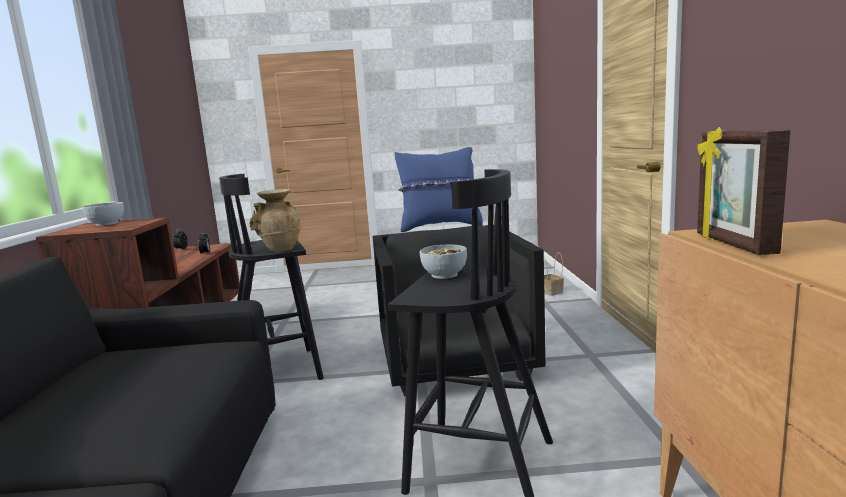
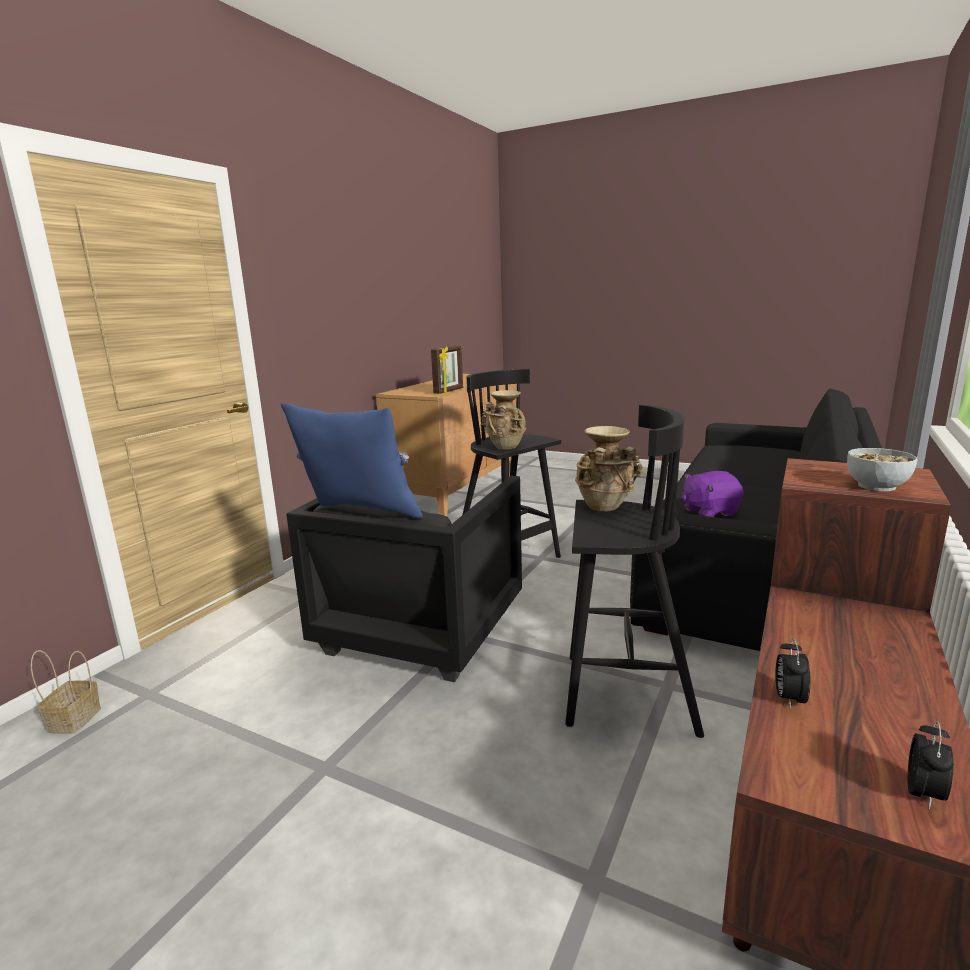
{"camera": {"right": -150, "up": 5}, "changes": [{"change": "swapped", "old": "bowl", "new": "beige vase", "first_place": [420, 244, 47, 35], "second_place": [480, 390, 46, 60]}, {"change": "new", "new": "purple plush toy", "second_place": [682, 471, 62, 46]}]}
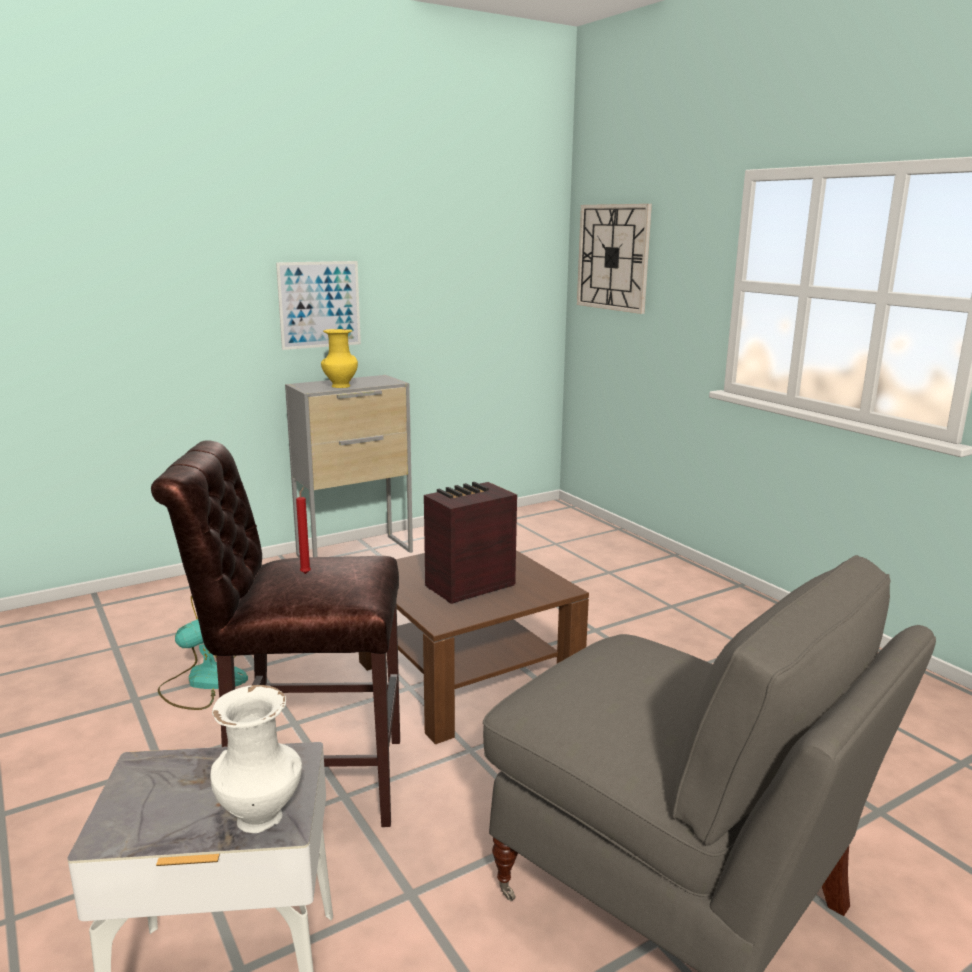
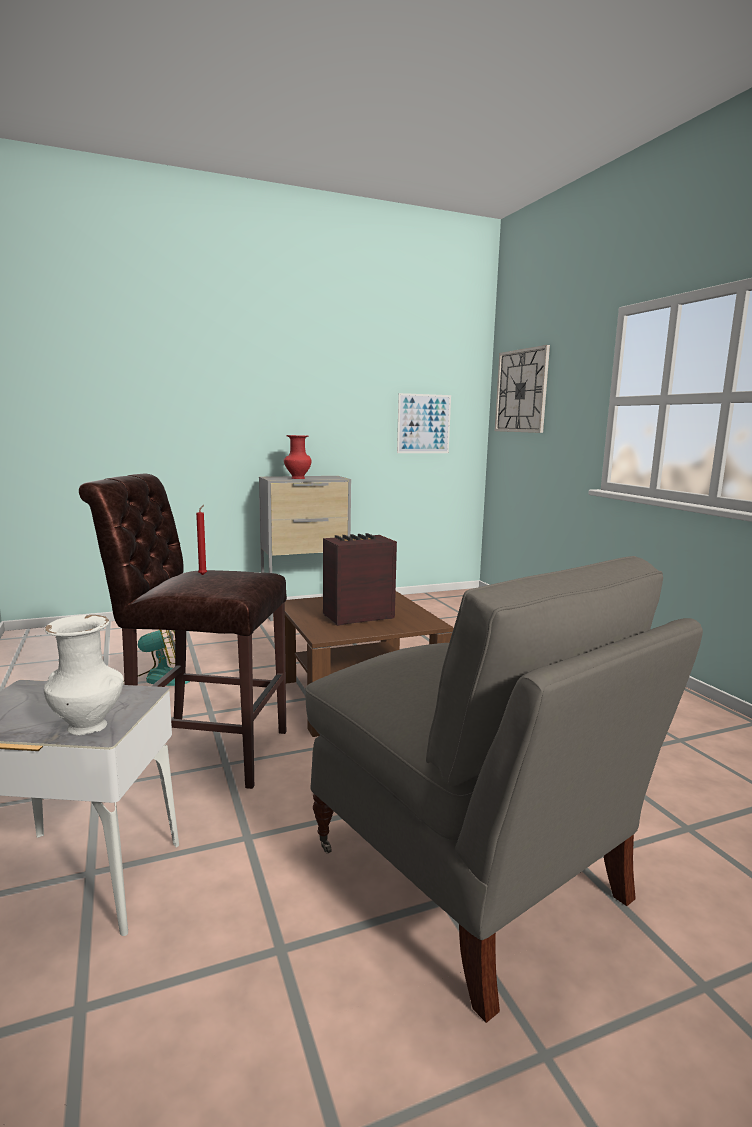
{"camera": {"right": 10, "up": -5}, "changes": [{"change": "shifted", "old": "picture", "first_place": [276, 261, 85, 89], "second_place": [397, 393, 54, 60]}, {"change": "repainted", "old": "yellow vase", "new": "red vase", "first_place": [321, 329, 37, 59], "second_place": [284, 435, 27, 44]}]}
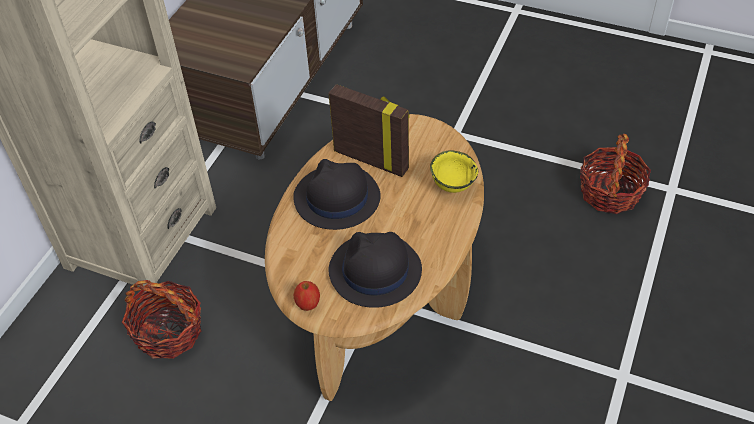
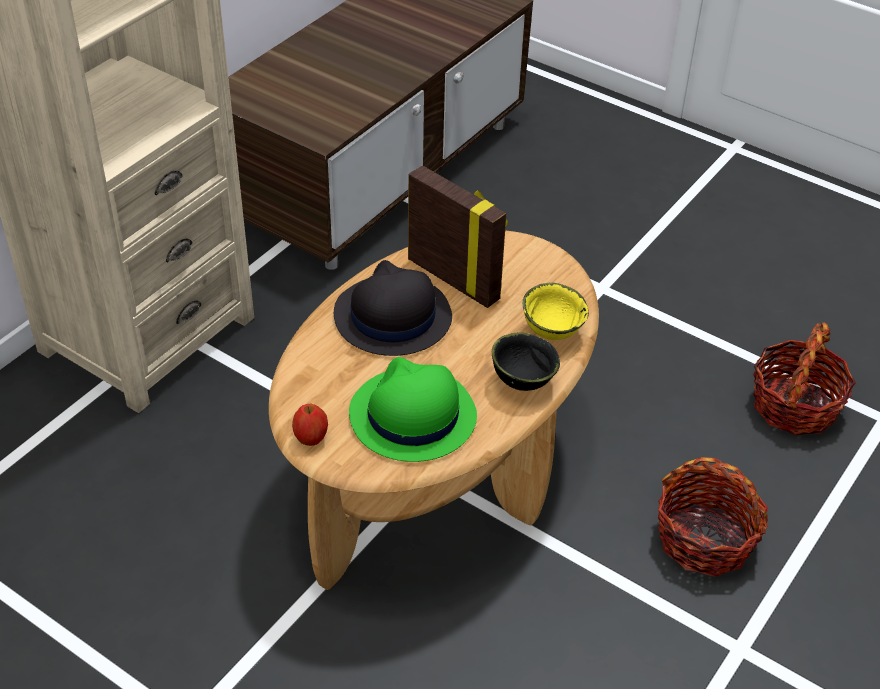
{"camera": {"right": 10, "up": -5}, "changes": [{"change": "repainted", "old": "black hat", "new": "green hat", "first_place": [329, 232, 93, 76], "second_place": [349, 357, 128, 105]}, {"change": "shifted", "old": "basket", "first_place": [122, 280, 79, 79], "second_place": [658, 457, 110, 120]}, {"change": "new", "new": "black bowl", "second_place": [492, 332, 68, 59]}]}
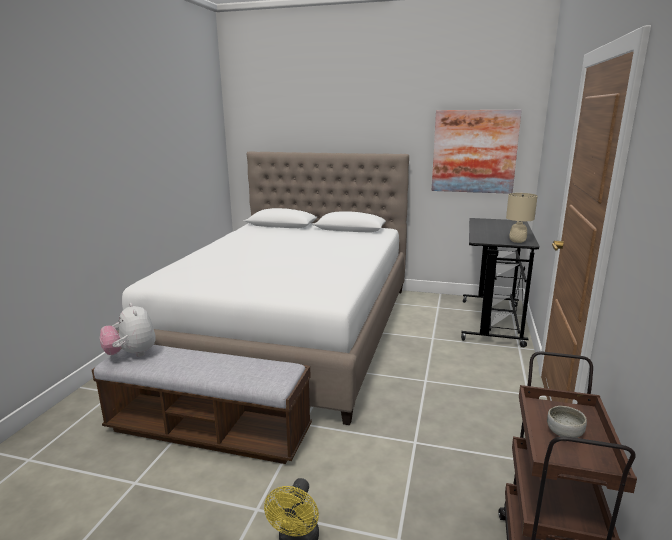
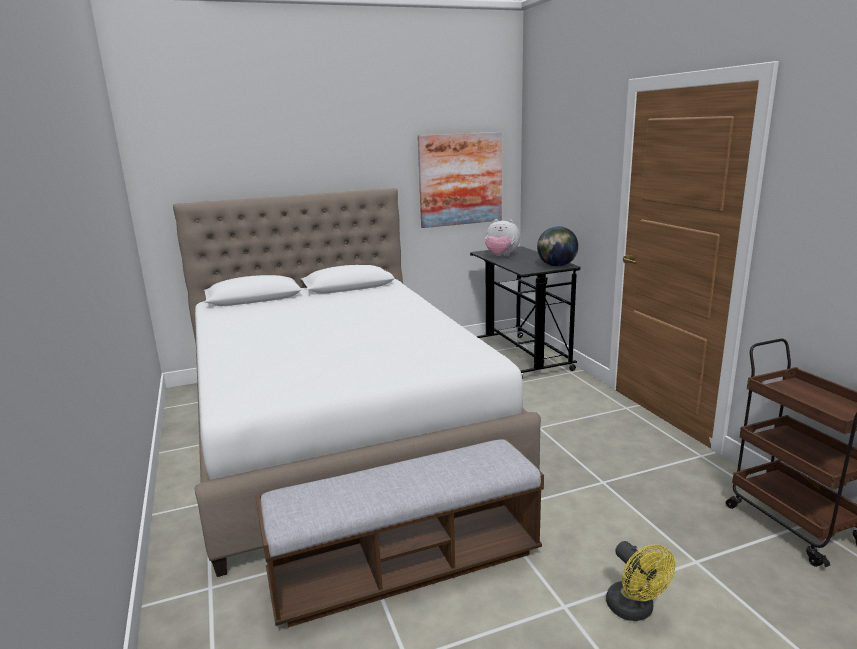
{"camera": {"right": -35, "up": 0}, "changes": [{"change": "swapped", "old": "beige table lamp", "new": "globe", "first_place": [506, 193, 32, 50], "second_place": [537, 226, 41, 41]}, {"change": "shifted", "old": "plush toy", "first_place": [100, 303, 56, 54], "second_place": [485, 219, 35, 37]}, {"change": "gone", "old": "bowl", "first_place": [547, 406, 40, 32]}]}
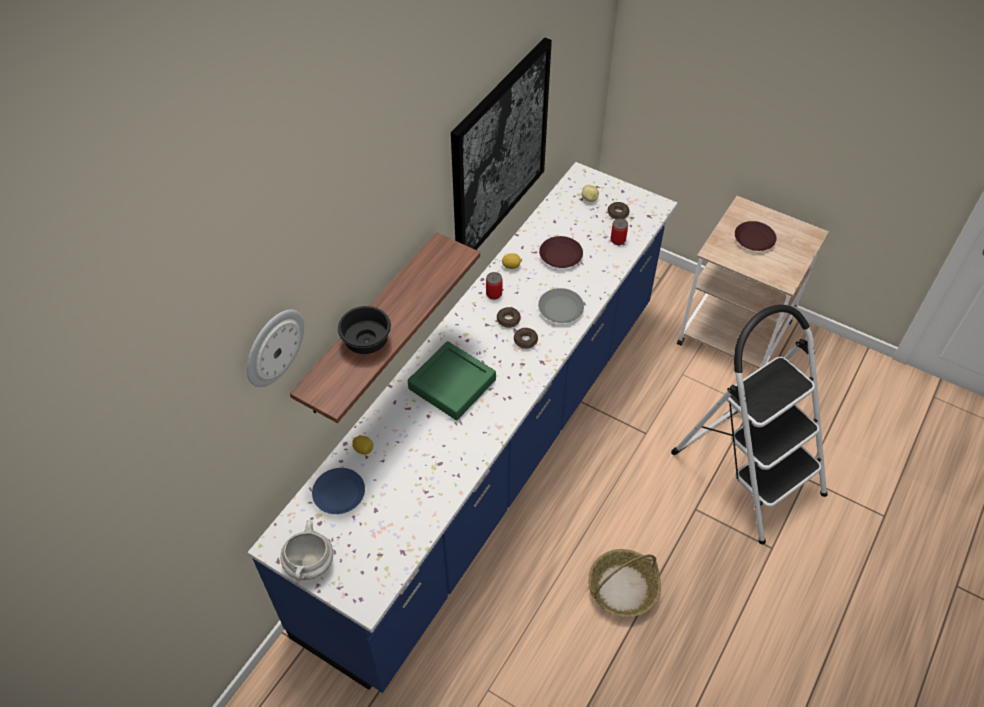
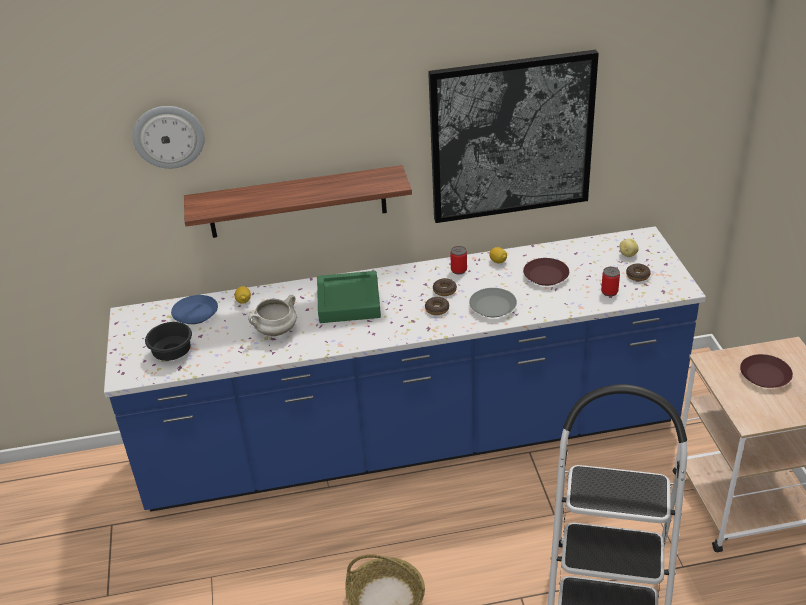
{"camera": {"right": 50, "up": -15}, "changes": [{"change": "shifted", "old": "black bowl", "first_place": [338, 306, 53, 48], "second_place": [145, 322, 47, 39]}, {"change": "shifted", "old": "white cooking pot", "first_place": [281, 520, 52, 60], "second_place": [248, 295, 49, 41]}]}
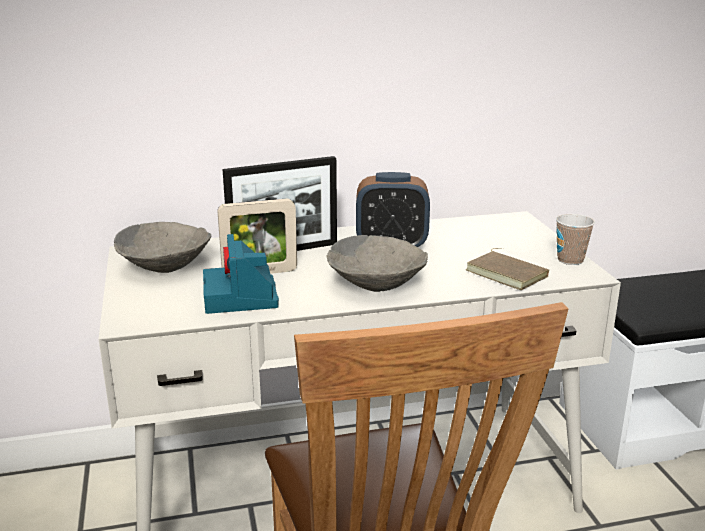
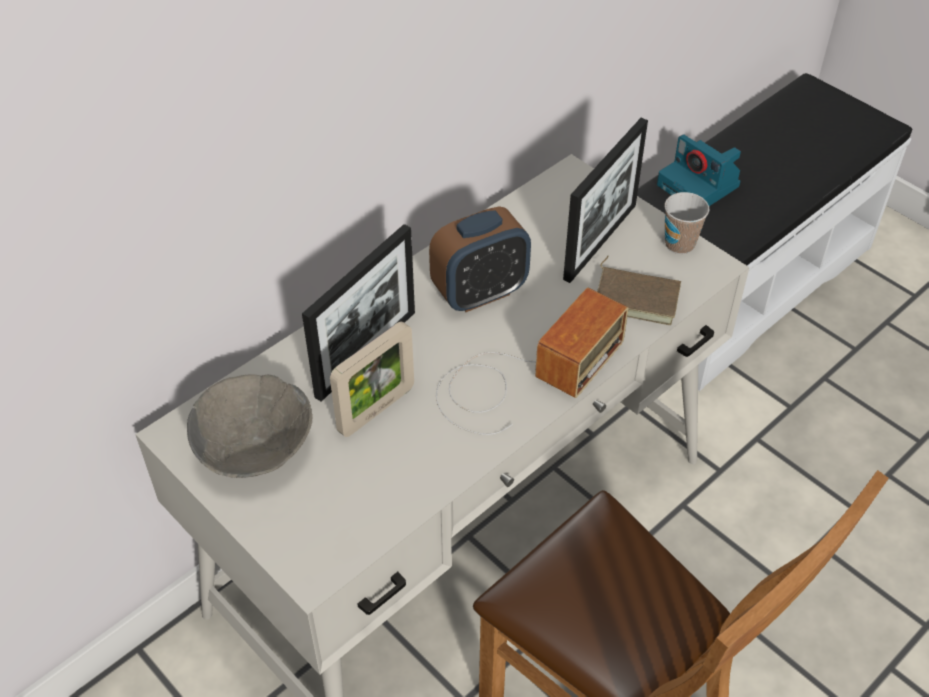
{"camera": {"right": -30, "up": 25}, "changes": [{"change": "shifted", "old": "photo camera", "first_place": [203, 234, 76, 80], "second_place": [657, 134, 84, 72]}, {"change": "swapped", "old": "grey bowl", "new": "radio", "first_place": [326, 235, 102, 57], "second_place": [436, 288, 193, 147]}, {"change": "new", "new": "picture frame", "second_place": [563, 118, 85, 165]}]}
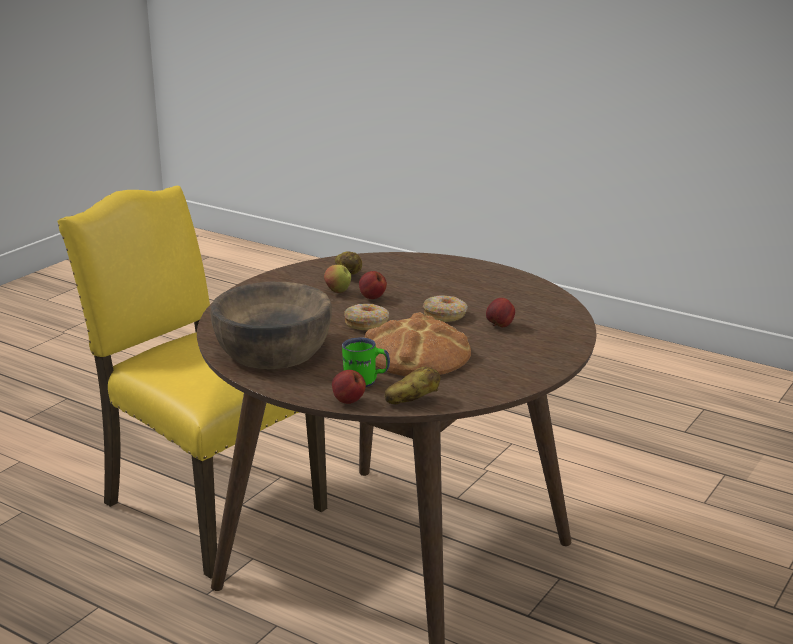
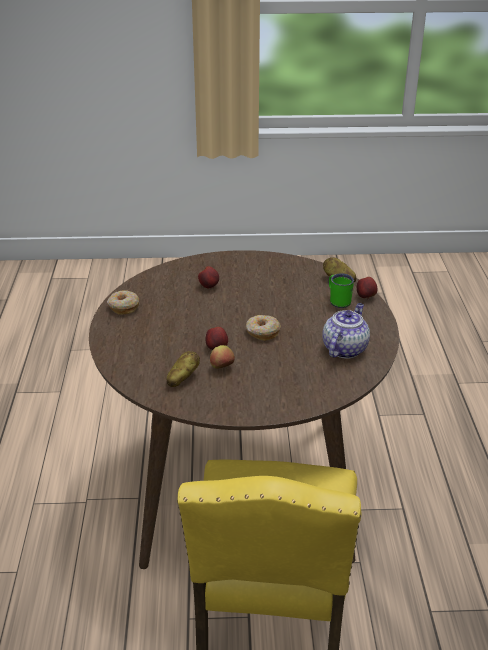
{"camera": {"right": -125, "up": 10}, "changes": [{"change": "swapped", "old": "brown bowl", "new": "teapot", "first_place": [210, 282, 122, 87], "second_place": [322, 303, 48, 56]}, {"change": "shifted", "old": "donut", "first_place": [423, 295, 45, 27], "second_place": [107, 290, 32, 24]}, {"change": "gone", "old": "bread", "first_place": [365, 312, 106, 64]}]}
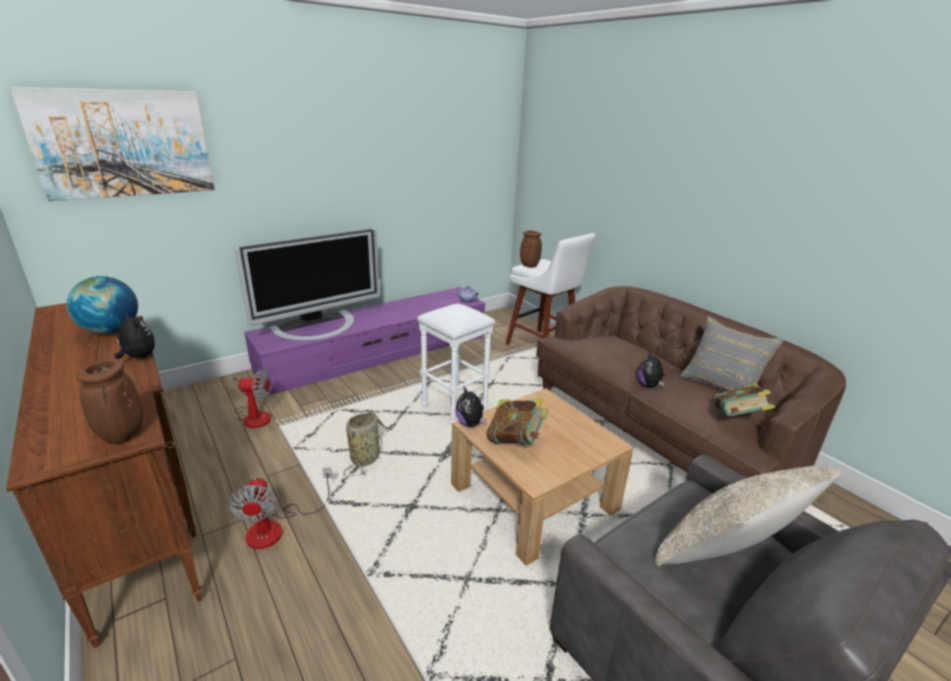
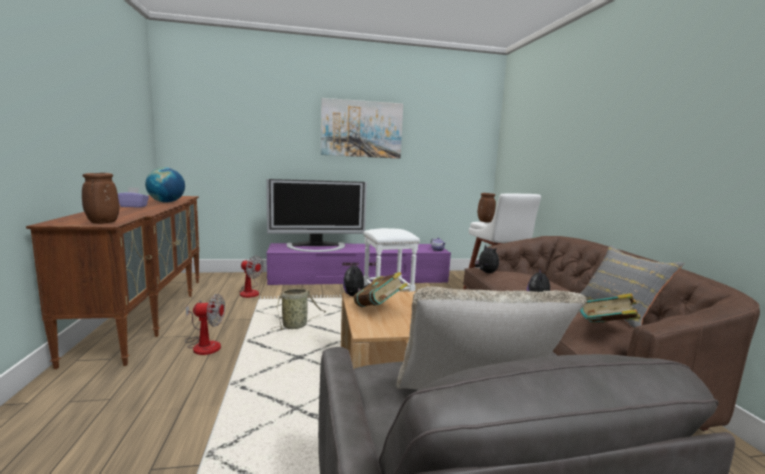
{"camera": {"right": 25, "up": -15}, "changes": [{"change": "shifted", "old": "picture", "first_place": [10, 87, 205, 114], "second_place": [321, 98, 82, 61]}, {"change": "shifted", "old": "plush toy", "first_place": [114, 312, 41, 47], "second_place": [475, 244, 24, 29]}, {"change": "rotated", "old": "fan", "first_place": [228, 467, 104, 82], "second_place": [185, 294, 40, 61], "degrees": -105}, {"change": "new", "new": "purple tissue box", "second_place": [118, 187, 31, 21]}]}
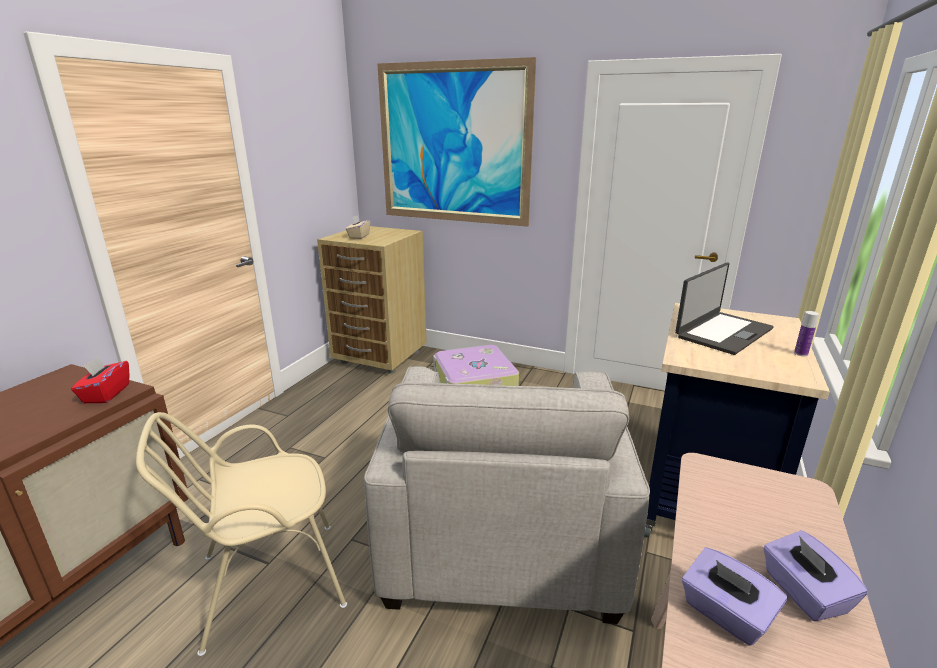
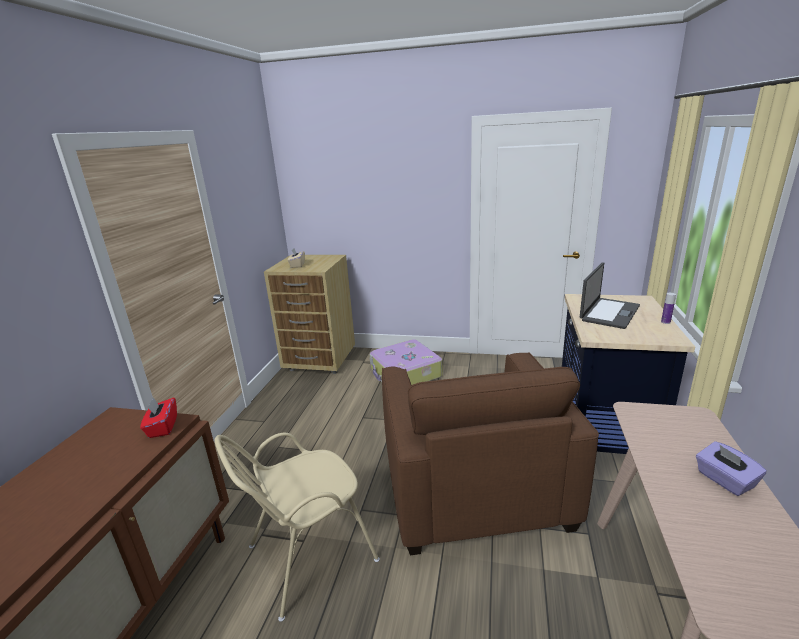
{"camera": {"right": -10, "up": 0}, "changes": [{"change": "gone", "old": "picture", "first_place": [377, 57, 159, 170]}, {"change": "repainted", "old": "grey armchair", "new": "brown armchair", "first_place": [364, 366, 286, 258], "second_place": [382, 352, 217, 203]}, {"change": "gone", "old": "purple tissue box", "first_place": [682, 547, 105, 99]}]}
